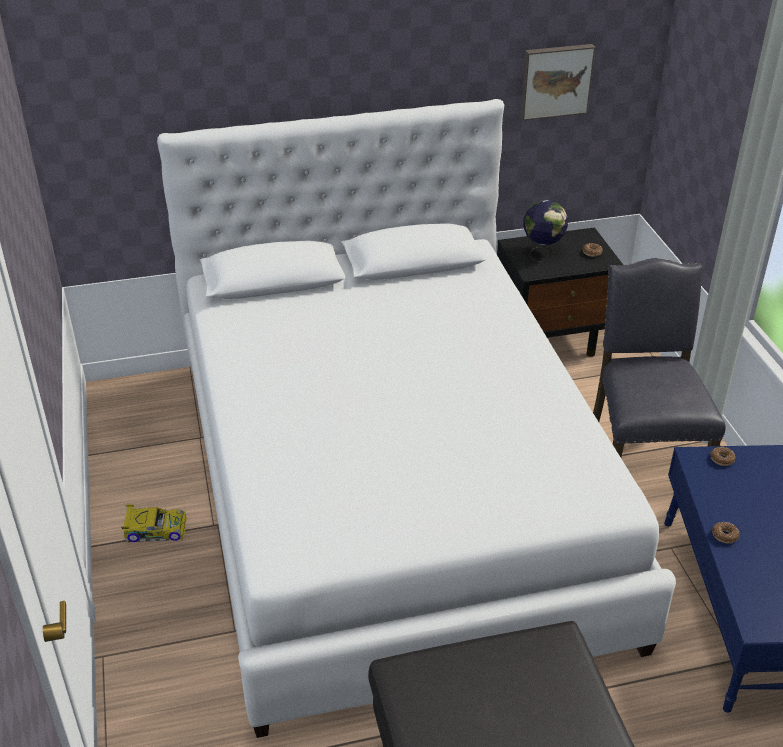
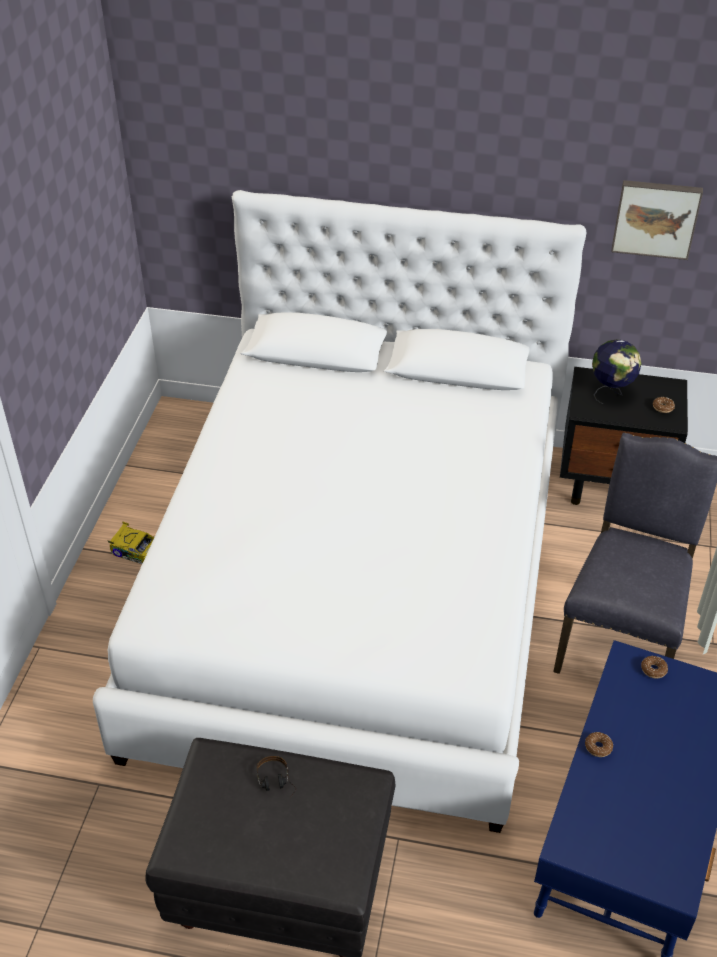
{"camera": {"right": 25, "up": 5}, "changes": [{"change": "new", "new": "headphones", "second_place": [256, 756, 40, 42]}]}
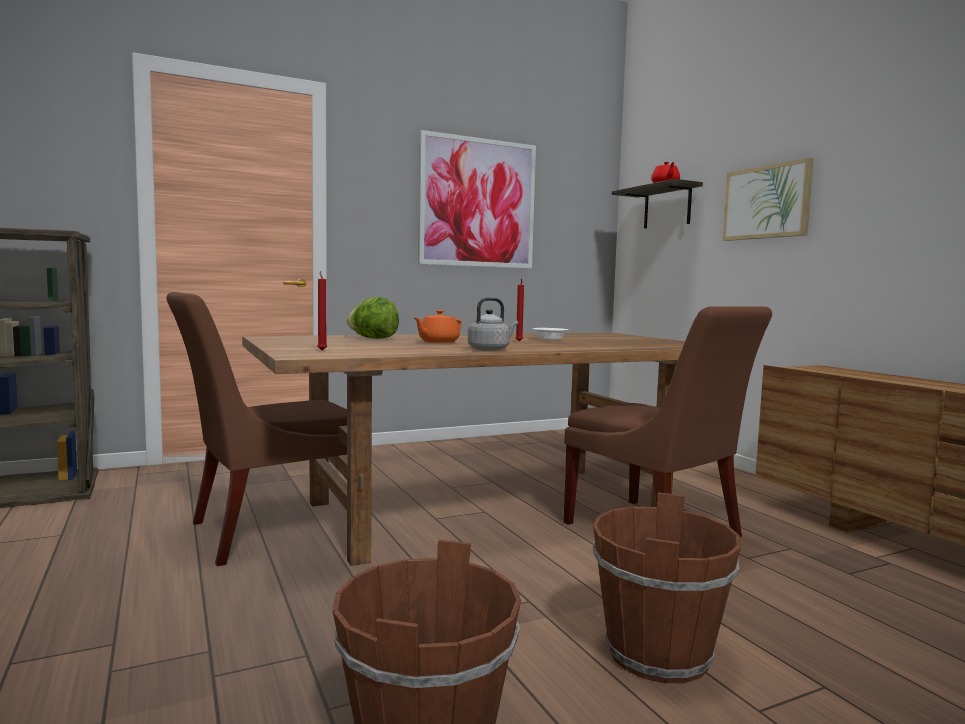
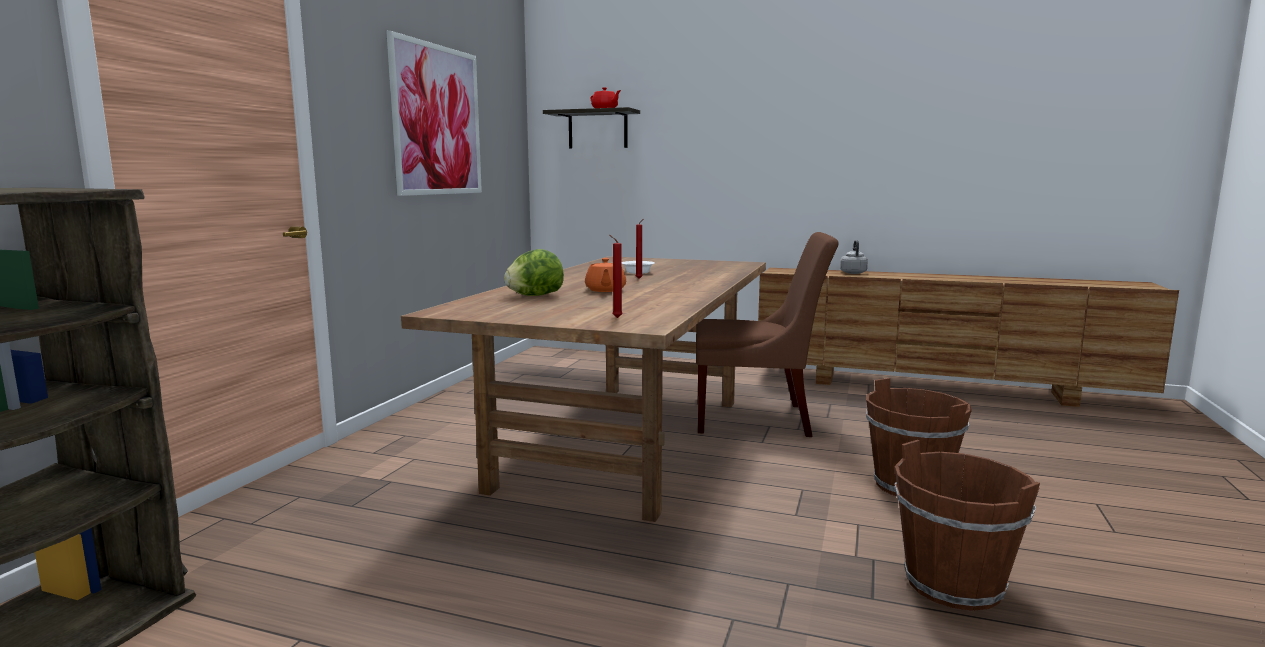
{"camera": {"right": -45, "up": 5}, "changes": [{"change": "gone", "old": "picture", "first_place": [723, 157, 91, 84]}, {"change": "gone", "old": "brown chair", "first_place": [166, 292, 181, 274]}, {"change": "shifted", "old": "grey kettle", "first_place": [468, 297, 50, 54], "second_place": [840, 240, 28, 34]}]}
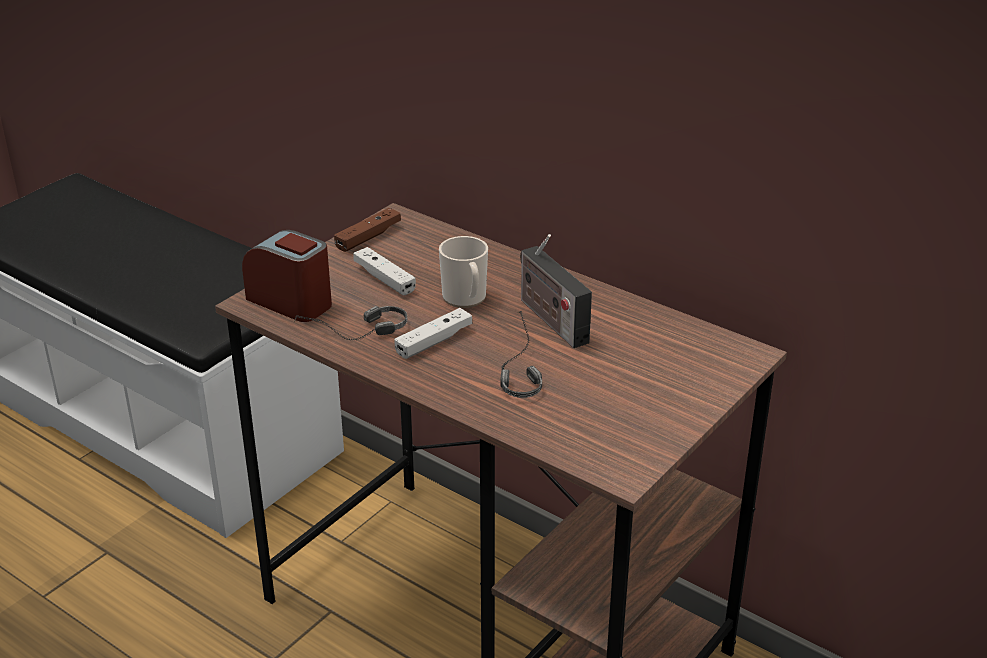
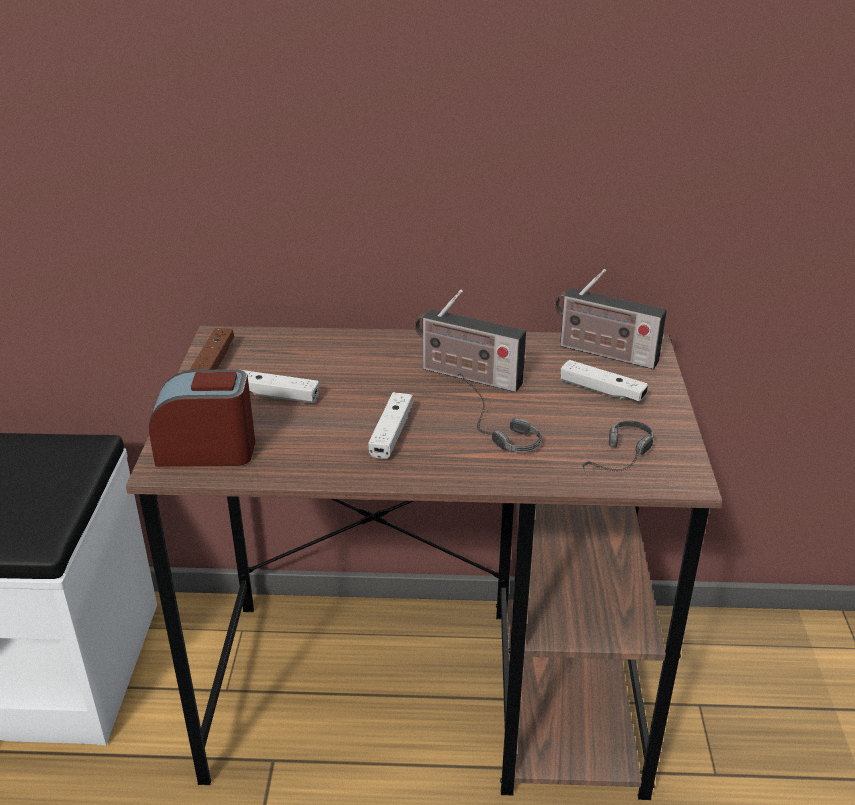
{"camera": {"right": -35, "up": 0}, "changes": [{"change": "gone", "old": "mug", "first_place": [439, 236, 49, 72]}, {"change": "shifted", "old": "headphones", "first_place": [294, 306, 113, 34], "second_place": [582, 421, 72, 52]}, {"change": "new", "new": "radio", "second_place": [555, 269, 112, 100]}, {"change": "new", "new": "white game controller", "second_place": [560, 360, 88, 41]}]}
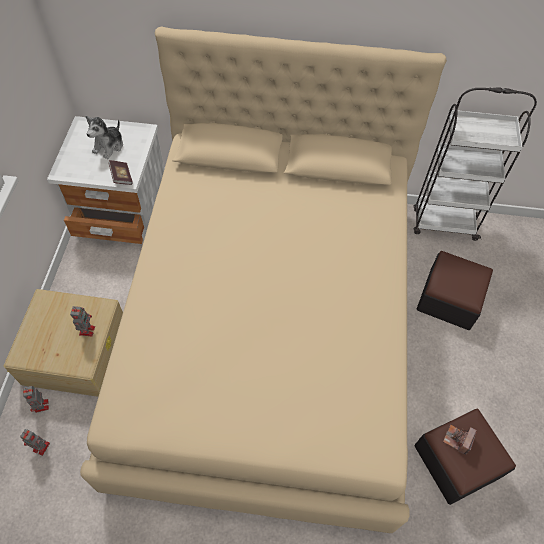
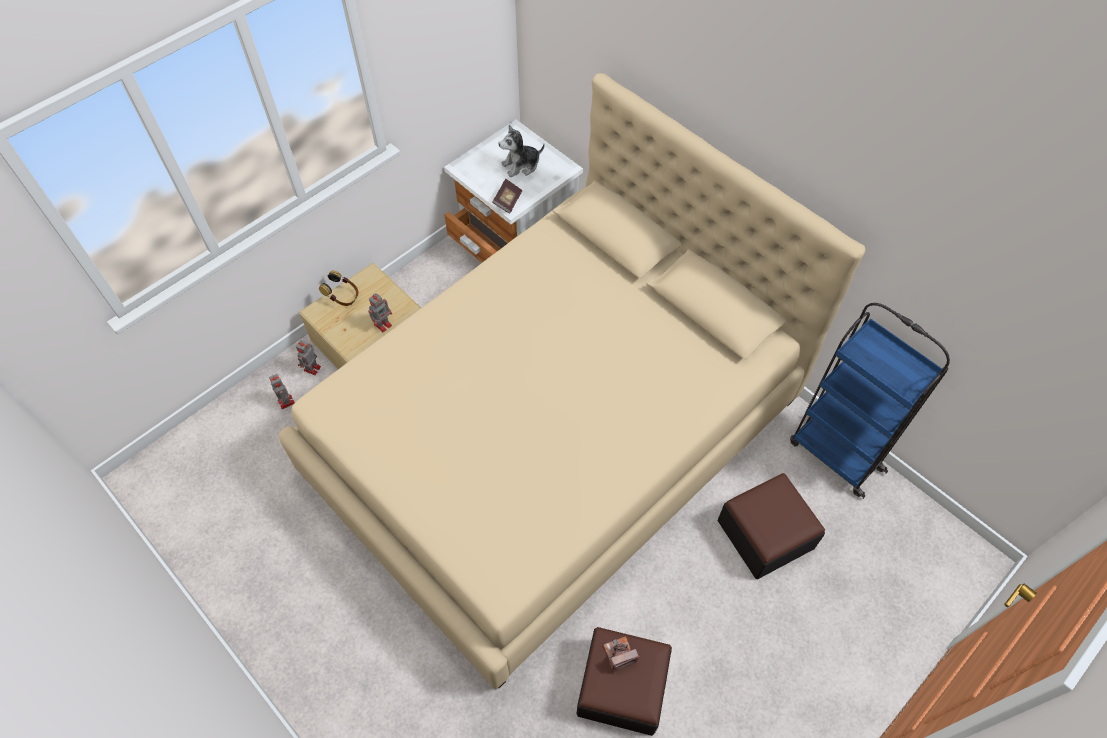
{"camera": {"right": 40, "up": 0}, "changes": [{"change": "repainted", "old": "white cart", "new": "blue cart", "first_place": [414, 87, 123, 154], "second_place": [790, 303, 160, 196]}, {"change": "new", "new": "headphones", "second_place": [319, 270, 40, 36]}]}
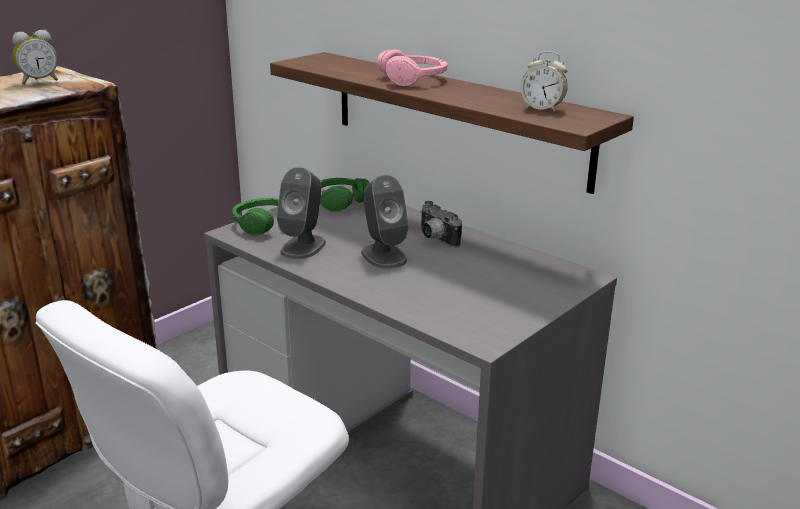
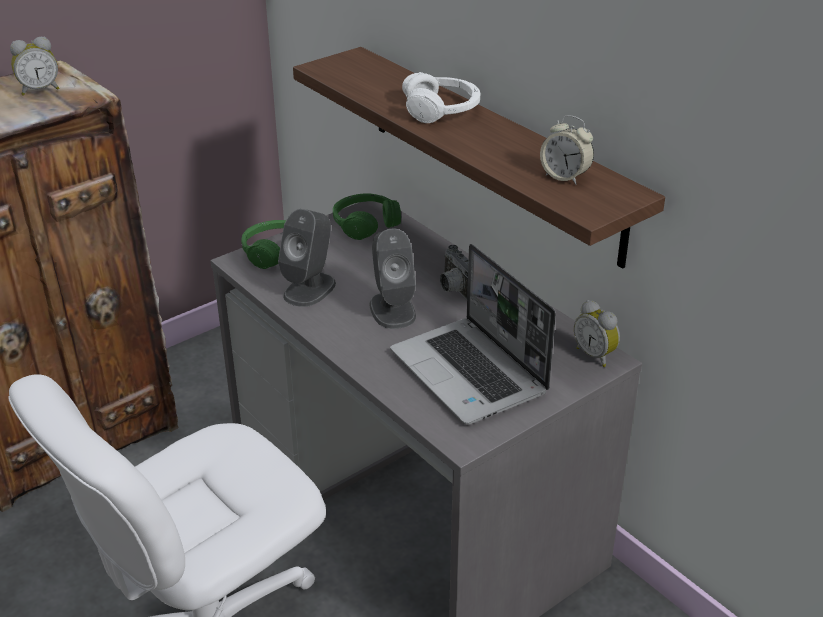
{"camera": {"right": 10, "up": 10}, "changes": [{"change": "repainted", "old": "pink headphones", "new": "white headphones", "first_place": [377, 49, 70, 37], "second_place": [402, 72, 78, 51]}, {"change": "new", "new": "laptop", "second_place": [390, 244, 166, 181]}, {"change": "new", "new": "alarm clock", "second_place": [574, 300, 46, 67]}]}
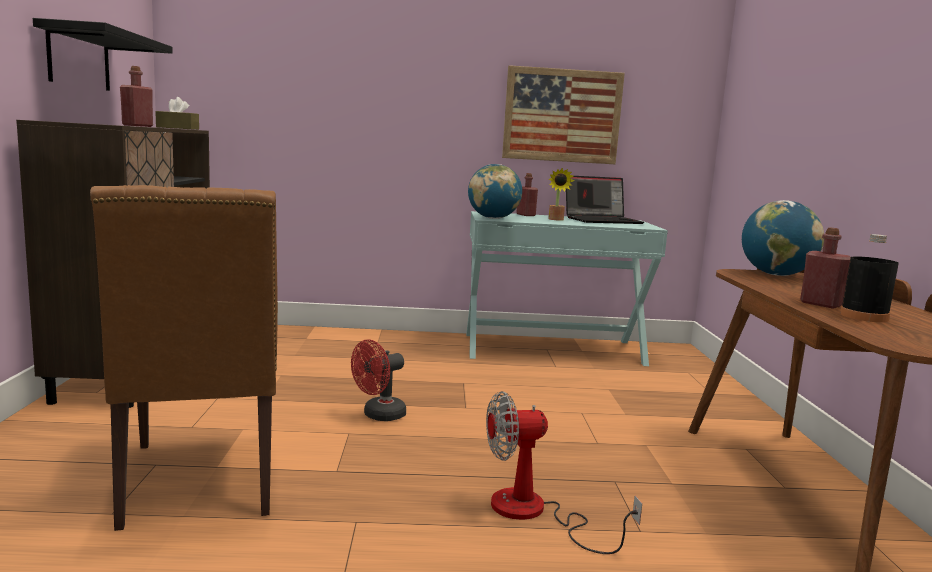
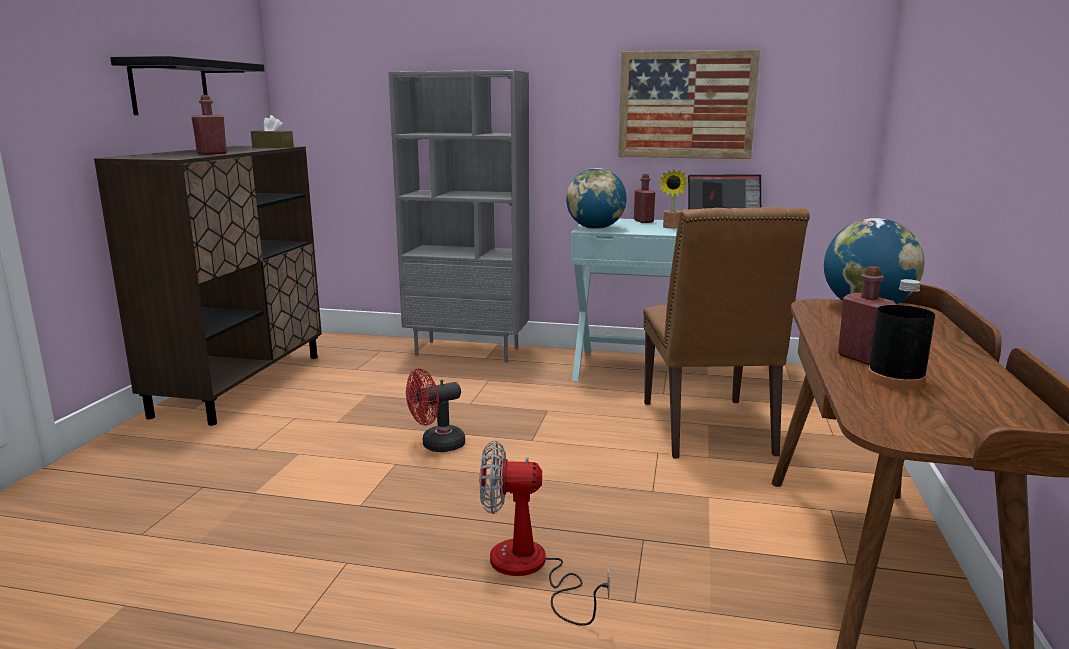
{"camera": {"right": 15, "up": 5}, "changes": [{"change": "shifted", "old": "brown chair", "first_place": [90, 185, 188, 346], "second_place": [643, 207, 167, 252]}, {"change": "new", "new": "grey bookcase", "second_place": [388, 70, 141, 292]}]}
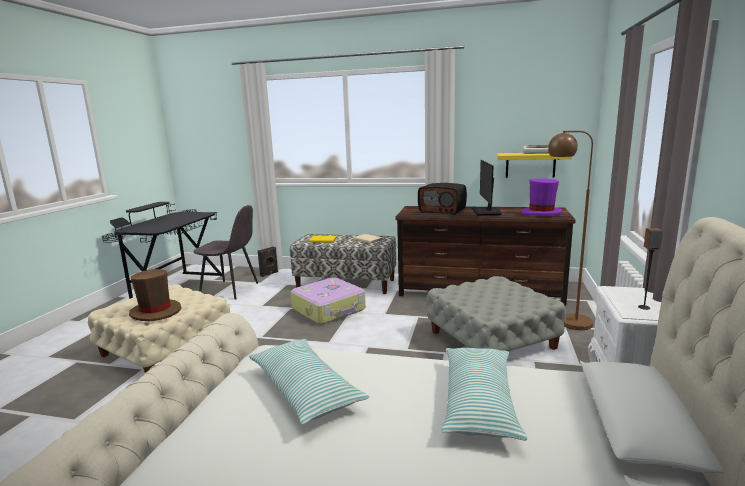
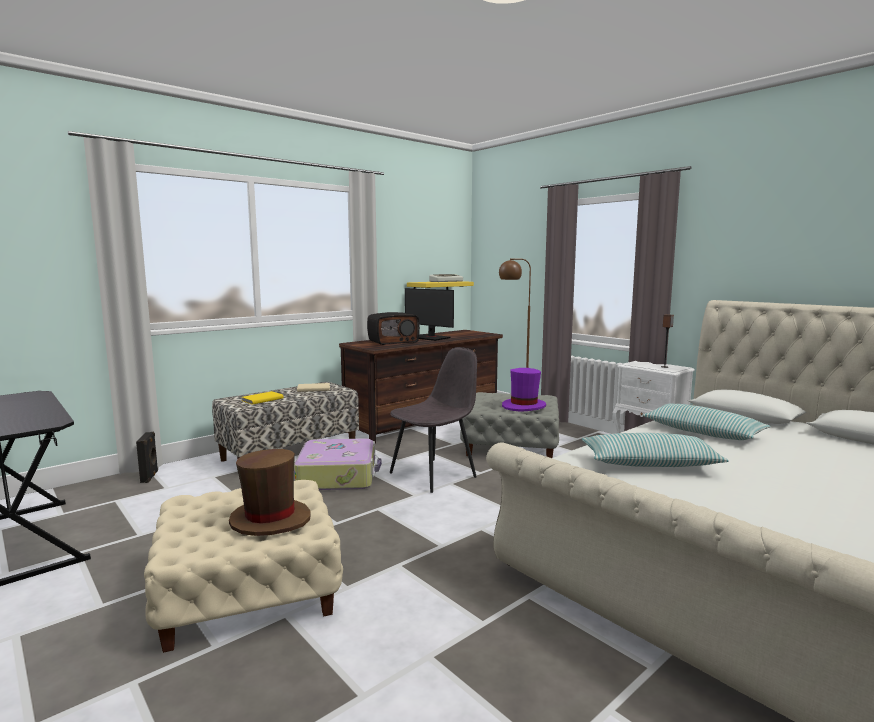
{"camera": {"right": -55, "up": -5}, "changes": [{"change": "shifted", "old": "purple hat", "first_place": [521, 179, 41, 37], "second_place": [502, 368, 44, 44]}, {"change": "shifted", "old": "grey chair", "first_place": [194, 205, 64, 94], "second_place": [390, 347, 87, 146]}]}
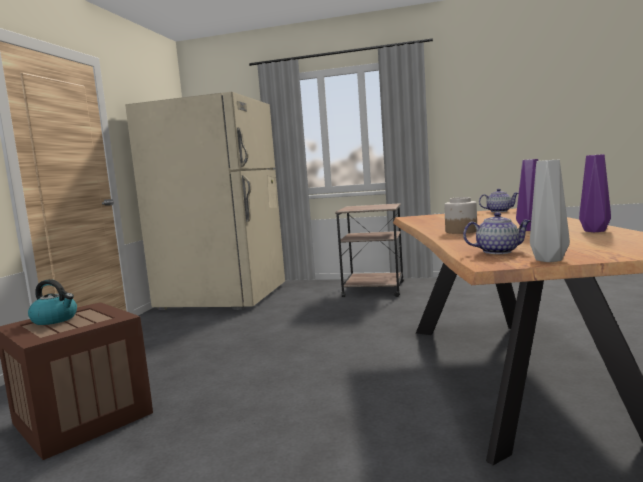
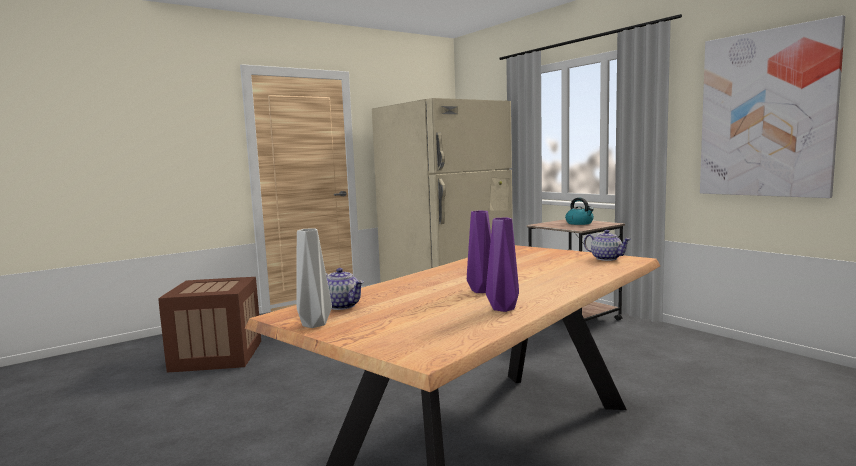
{"camera": {"right": 40, "up": 0}, "changes": [{"change": "gone", "old": "jar", "first_place": [444, 197, 33, 37]}, {"change": "shifted", "old": "kettle", "first_place": [28, 279, 49, 46], "second_place": [565, 198, 29, 27]}, {"change": "new", "new": "picture", "second_place": [700, 15, 145, 183]}]}
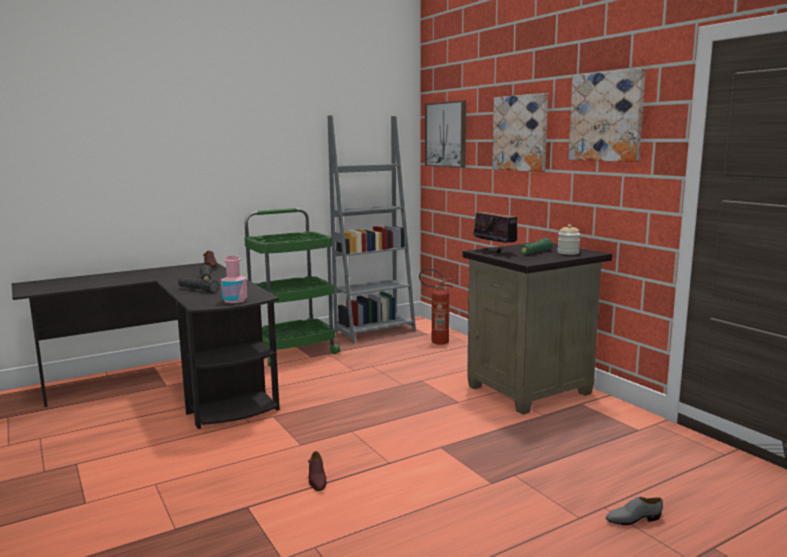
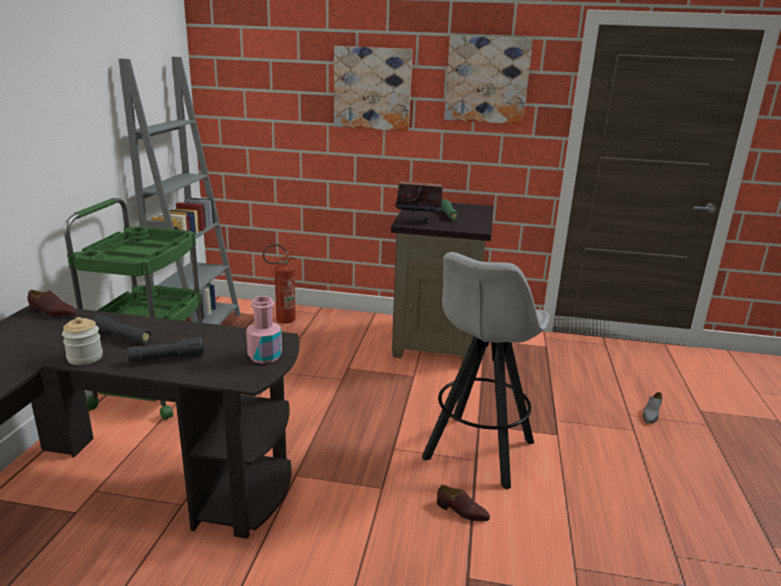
{"camera": {"right": -50, "up": 10}, "changes": [{"change": "gone", "old": "picture", "first_place": [425, 100, 41, 68]}, {"change": "shifted", "old": "jar", "first_place": [557, 224, 23, 31], "second_place": [62, 317, 41, 48]}, {"change": "new", "new": "grey stool", "second_place": [422, 252, 128, 237]}]}
